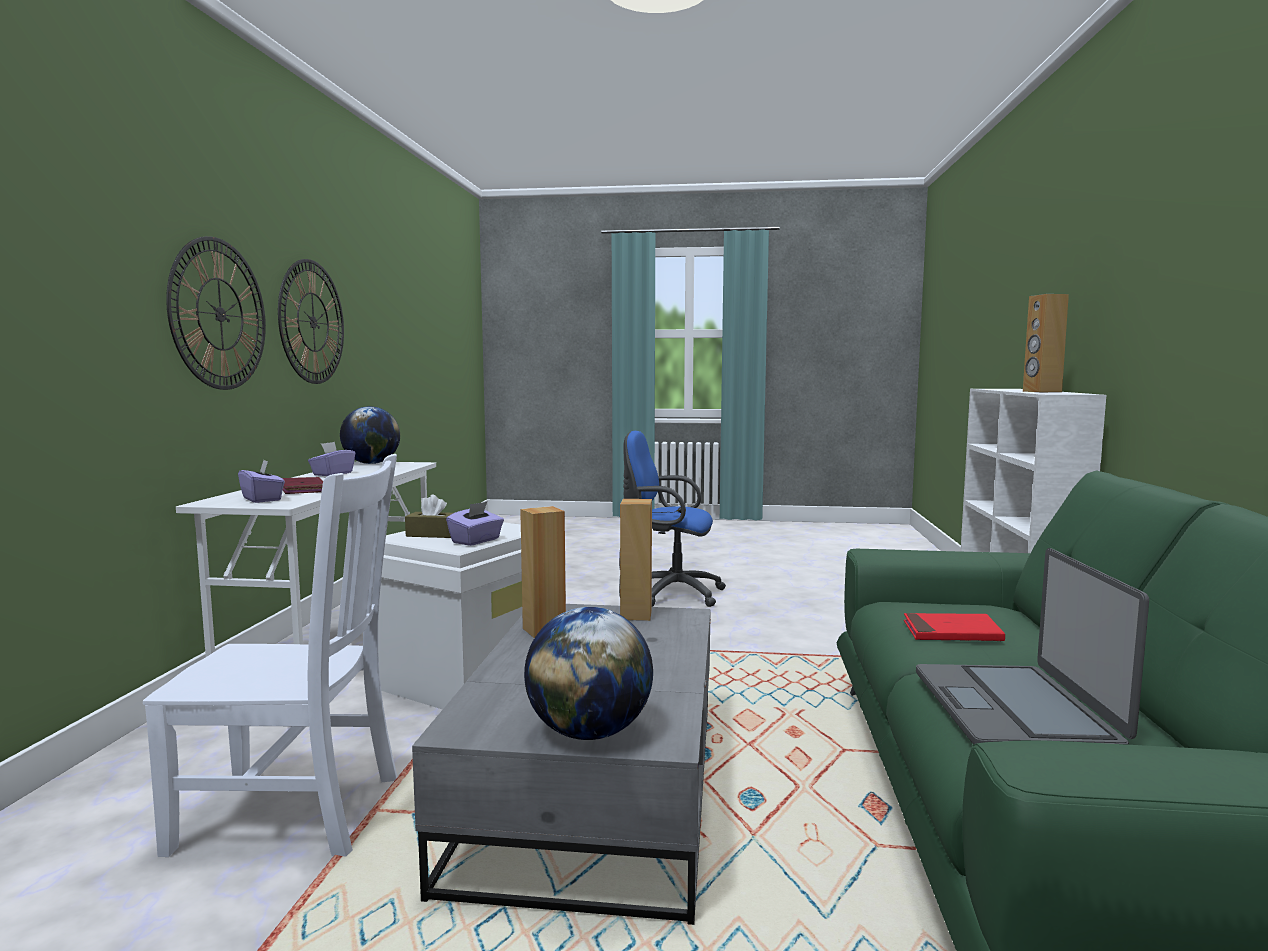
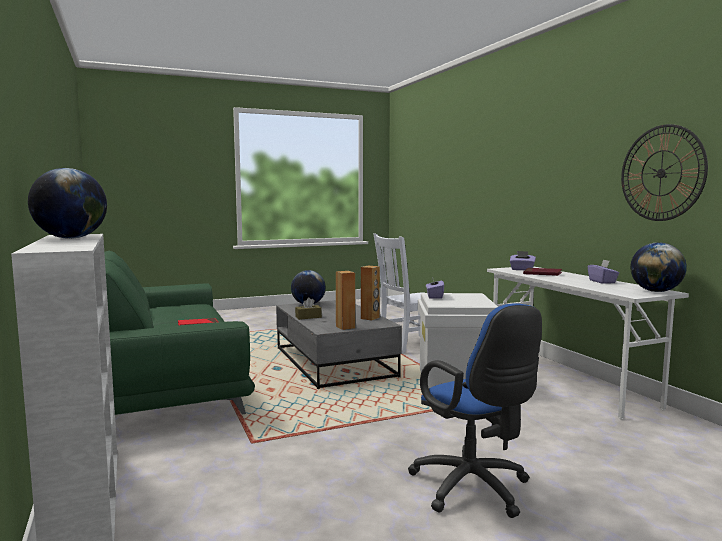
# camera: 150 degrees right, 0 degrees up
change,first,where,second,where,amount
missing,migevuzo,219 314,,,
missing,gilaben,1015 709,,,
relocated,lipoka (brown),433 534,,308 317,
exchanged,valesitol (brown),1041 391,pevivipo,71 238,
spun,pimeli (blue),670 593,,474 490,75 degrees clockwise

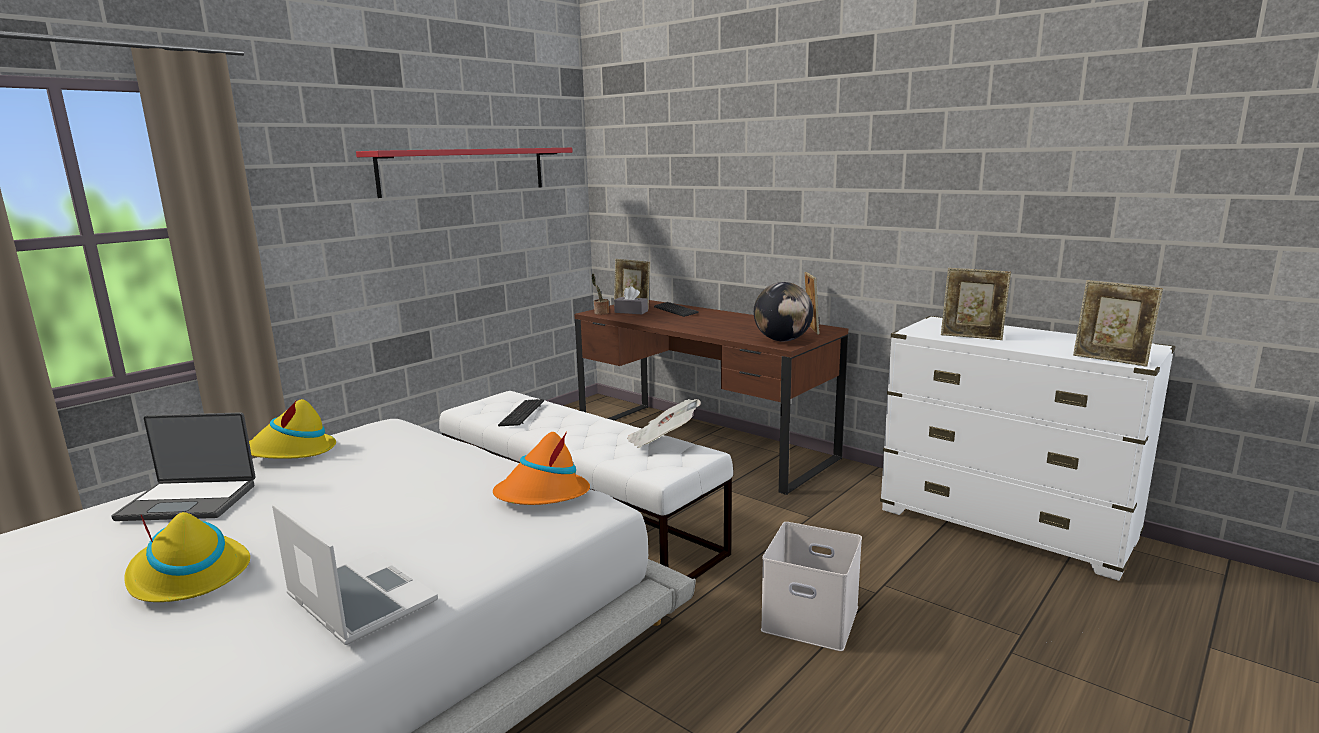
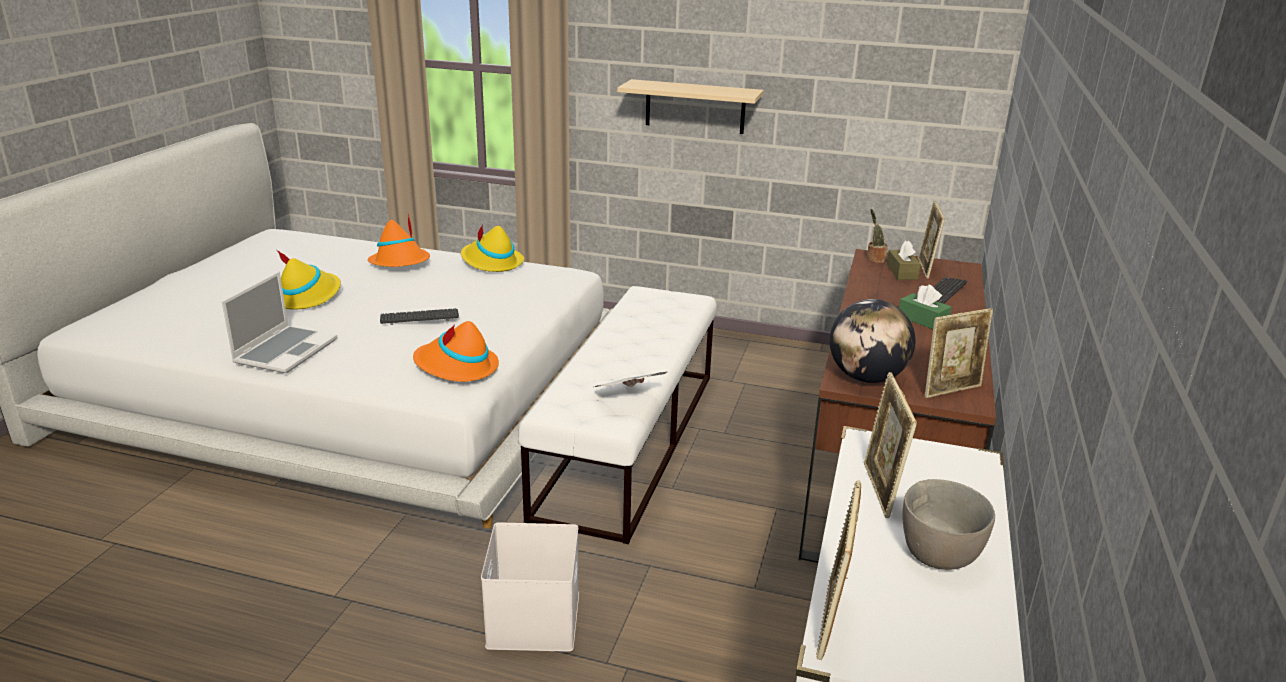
# camera: 65 degrees right, 10 degrees up
change,first,where,second,where,amount
missing,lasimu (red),465 171,,,
appeared,,,lasimu (beige),695 107,
appeared,,,lipoka (green),922 320,
appeared,,,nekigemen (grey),938 555,
relocated,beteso,522 414,,419 318,
exchanged,gilaben,190 501,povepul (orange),401 263,
colour,lipoka (grey),631 312,lipoka (brown),902 272,

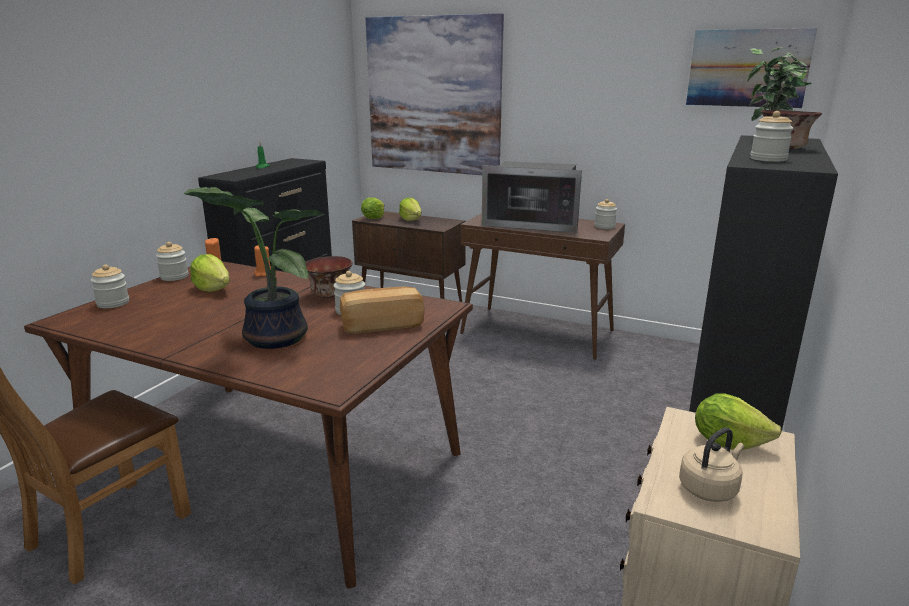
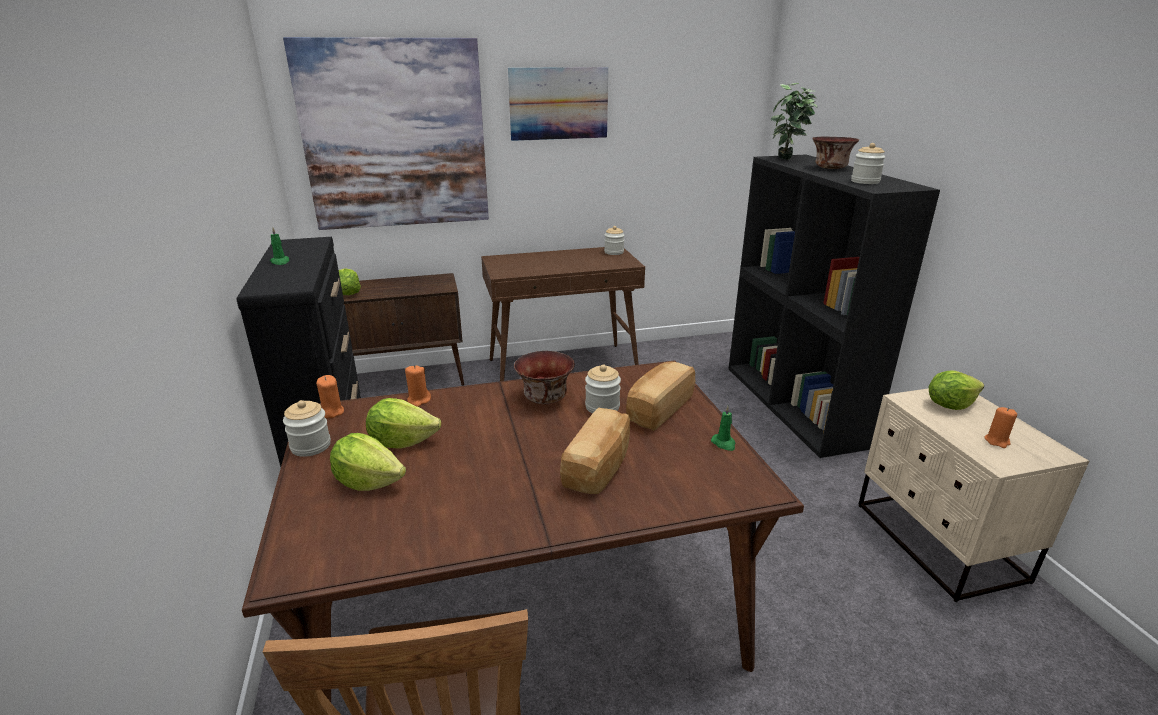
# camera: 40 degrees left, 5 degrees up
change,first,where,second,where,amount
missing,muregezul,113 303,,,
missing,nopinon,533 223,,,
appeared,,,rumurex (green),724 443,
relocated,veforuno,411 220,,368 481,
relocated,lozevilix,748 68,,559 103,
exchanged,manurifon,271 338,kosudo,599 467,
exchanged,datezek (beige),709 488,rumurex (orange),997 441,

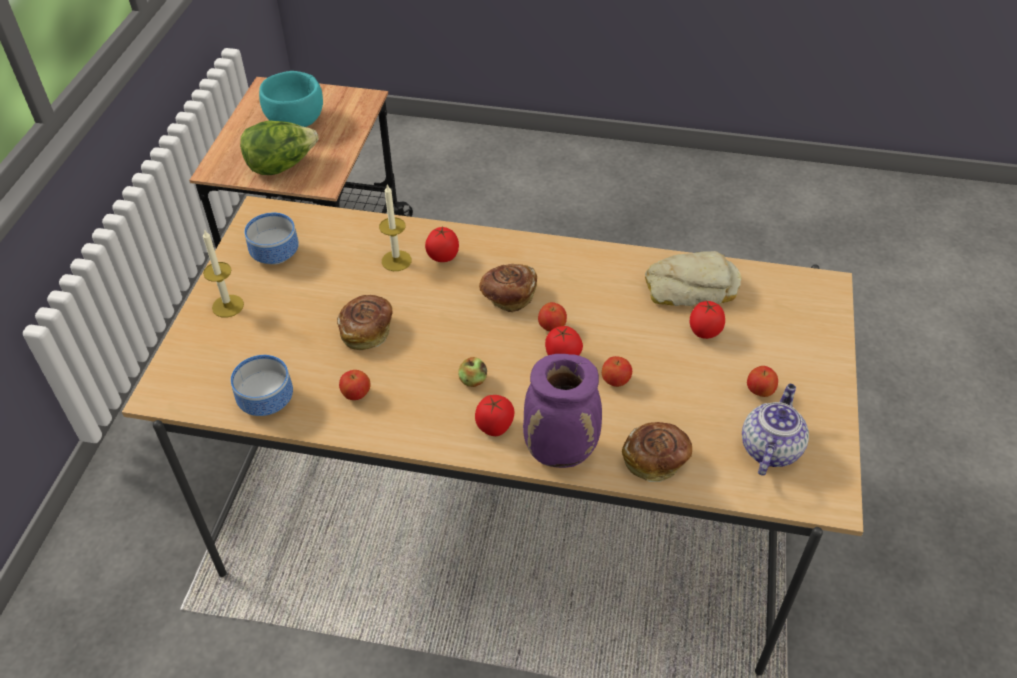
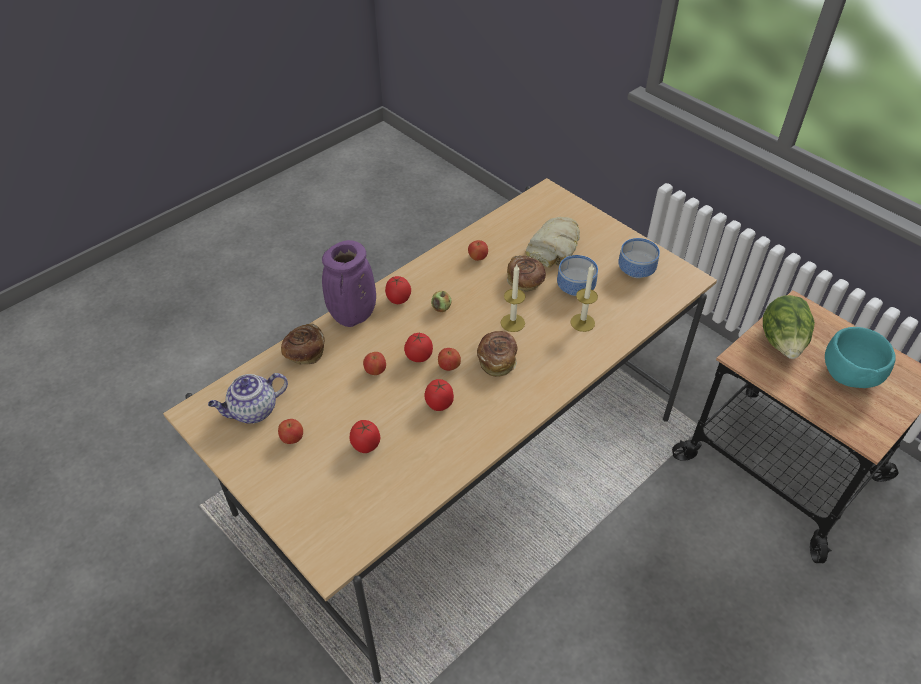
# camera: 125 degrees right, 0 degrees up
change,first,where,second,where,amount
relocated,rumurex,228 306,,512 323,
relocated,nekigemen,265 403,,574 287,
relocated,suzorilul,442 257,,439 404,
relocated,kosudo,690 287,,554 247,
spun,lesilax,769 448,,253 411,90 degrees clockwise

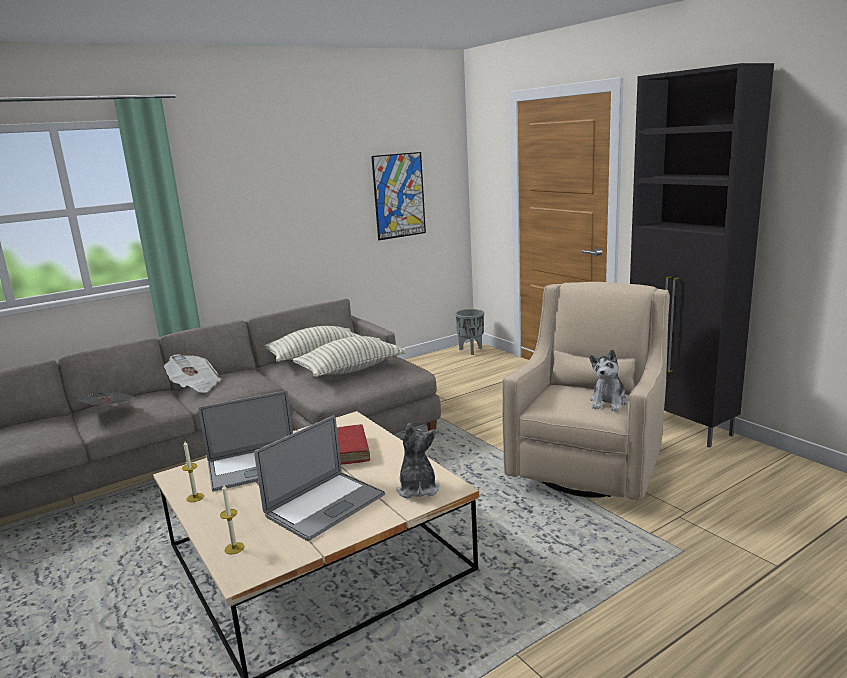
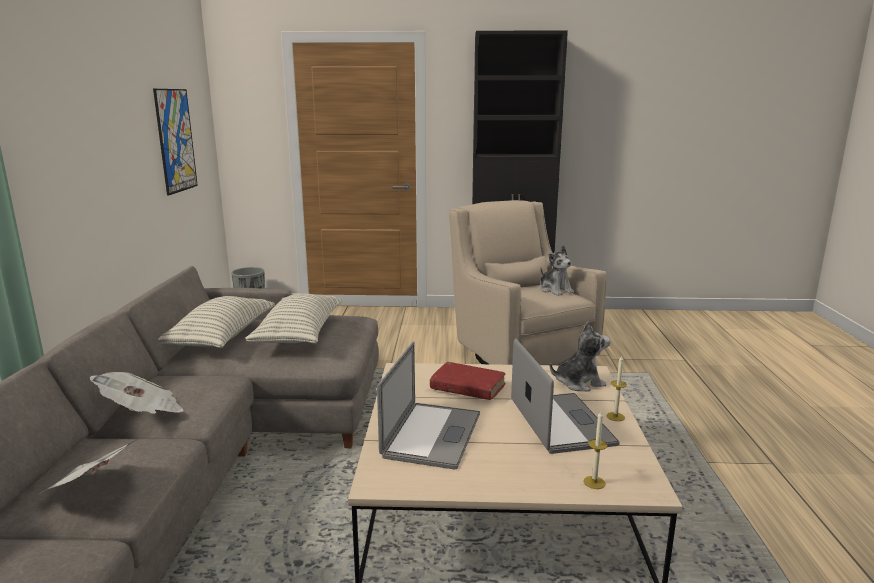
# camera: 55 degrees left, 0 degrees up
change,first,where,second,where,amount
relocated,rumurex,195 497,,615 416,
spun,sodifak,417 489,,578 383,135 degrees clockwise

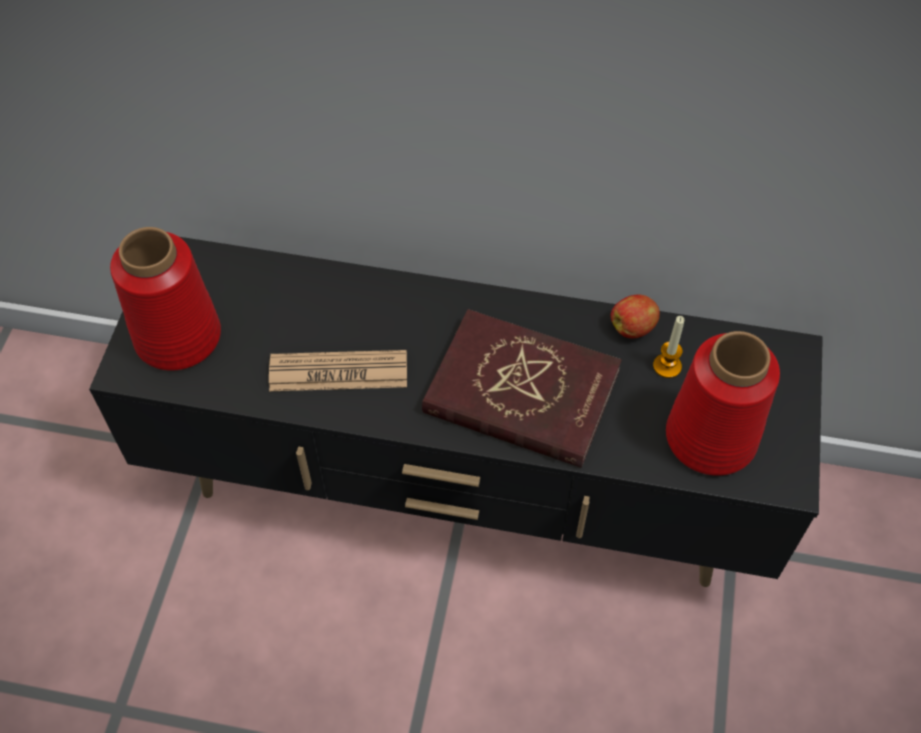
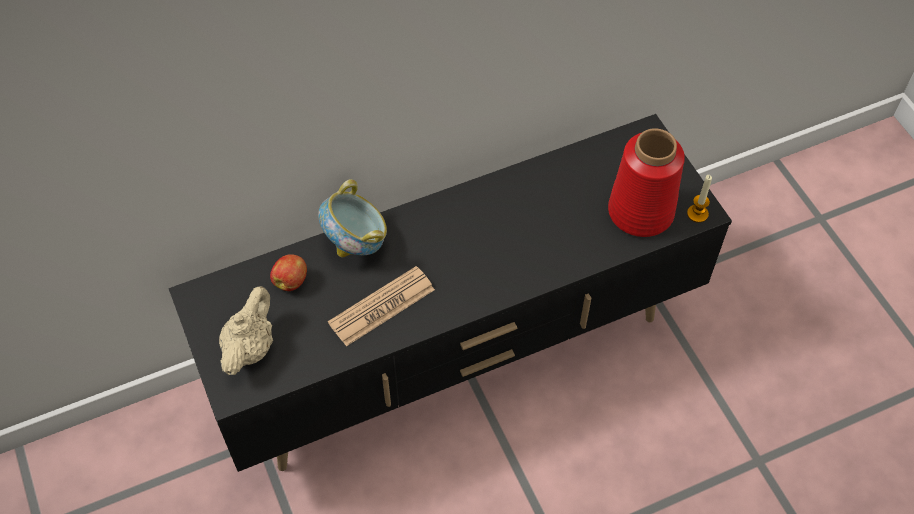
# camera: 35 degrees left, 0 degrees up
change,first,where,second,where,amount
missing,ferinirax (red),521 393,,,
appeared,,,nekigemen,356 243,
relocated,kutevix,633 328,,291 281,
relocated,rumurex,667 366,,697 214,
exchanged,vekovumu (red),179 336,lesilax (beige),250 347,

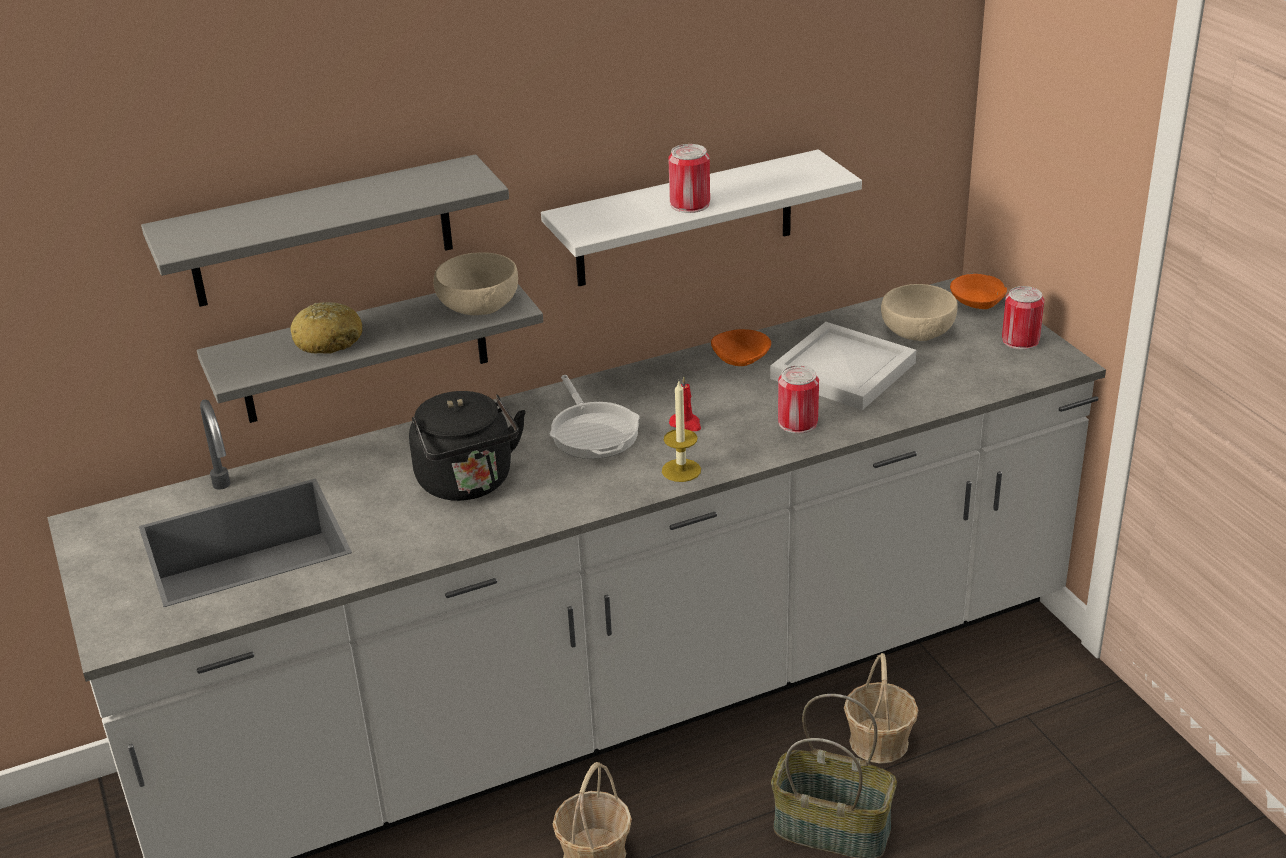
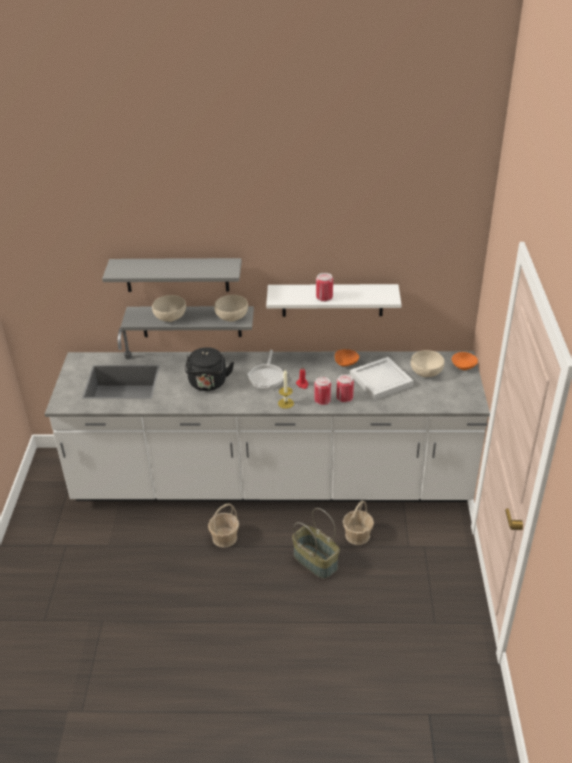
# camera: 25 degrees right, 5 degrees up
change,first,where,second,where,amount
relocated,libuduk,1020 340,,322 400,
exchanged,kosudo,328 341,nekigemen (beige),170 316,

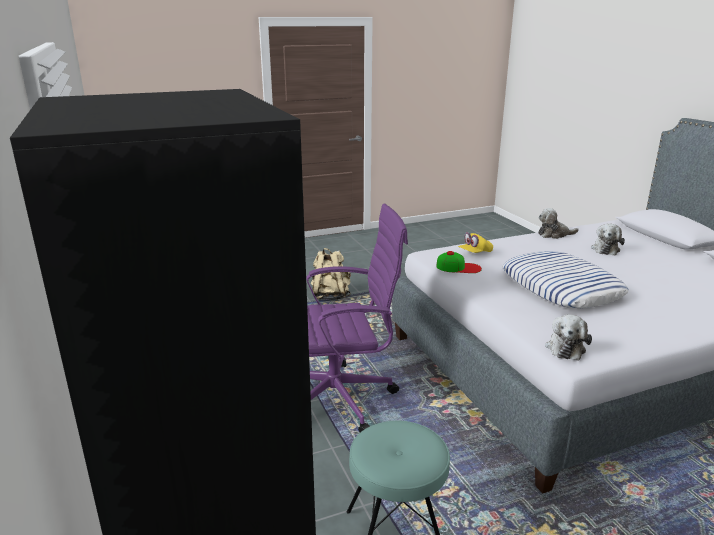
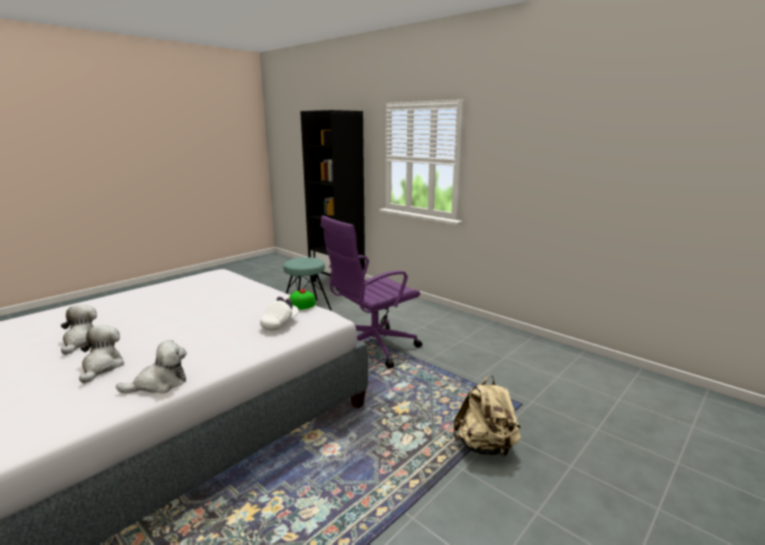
# camera: 155 degrees right, 5 degrees down
change,first,where,second,where,amount
missing,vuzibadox,561 287,,,
relocated,sodifak,565 347,,81 342,
colour,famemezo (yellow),475 253,famemezo (white),280 323,

